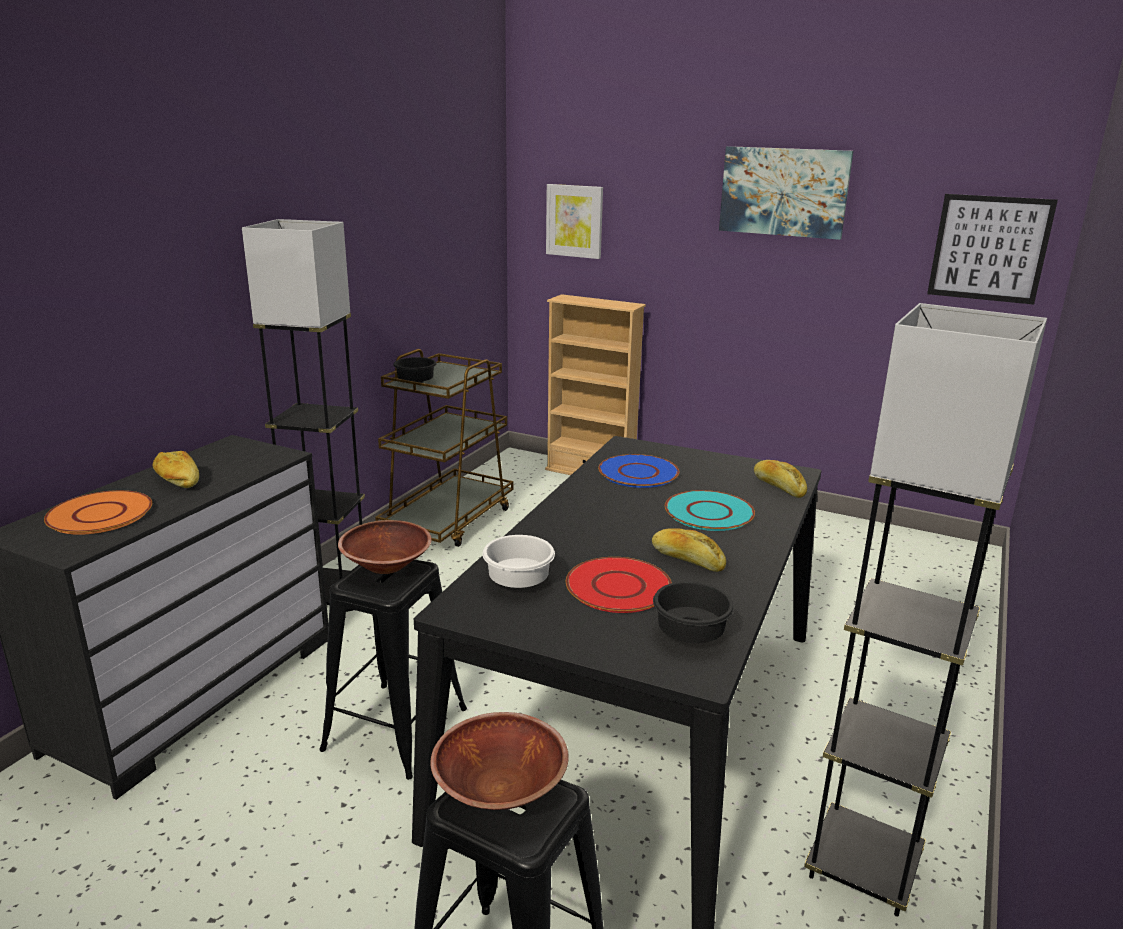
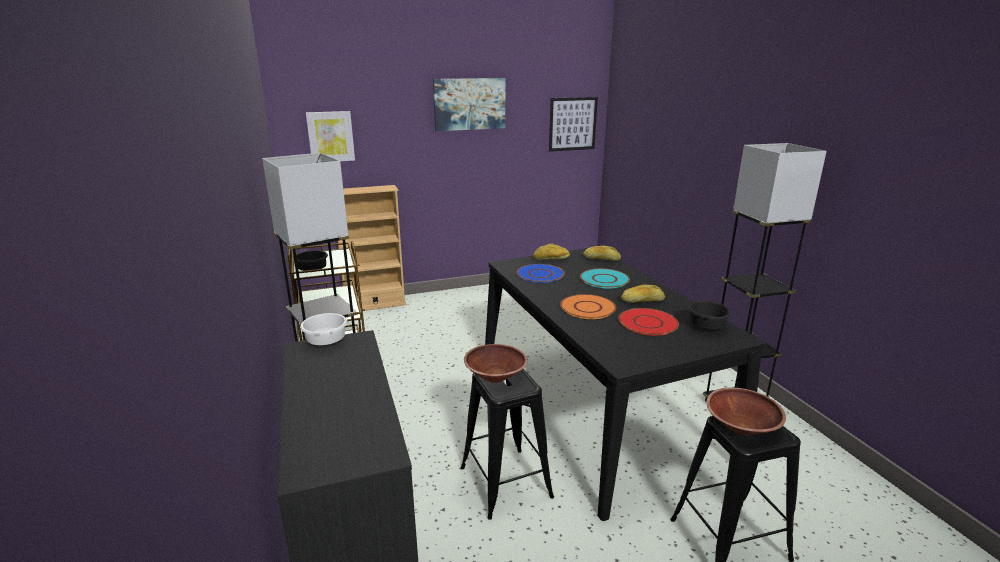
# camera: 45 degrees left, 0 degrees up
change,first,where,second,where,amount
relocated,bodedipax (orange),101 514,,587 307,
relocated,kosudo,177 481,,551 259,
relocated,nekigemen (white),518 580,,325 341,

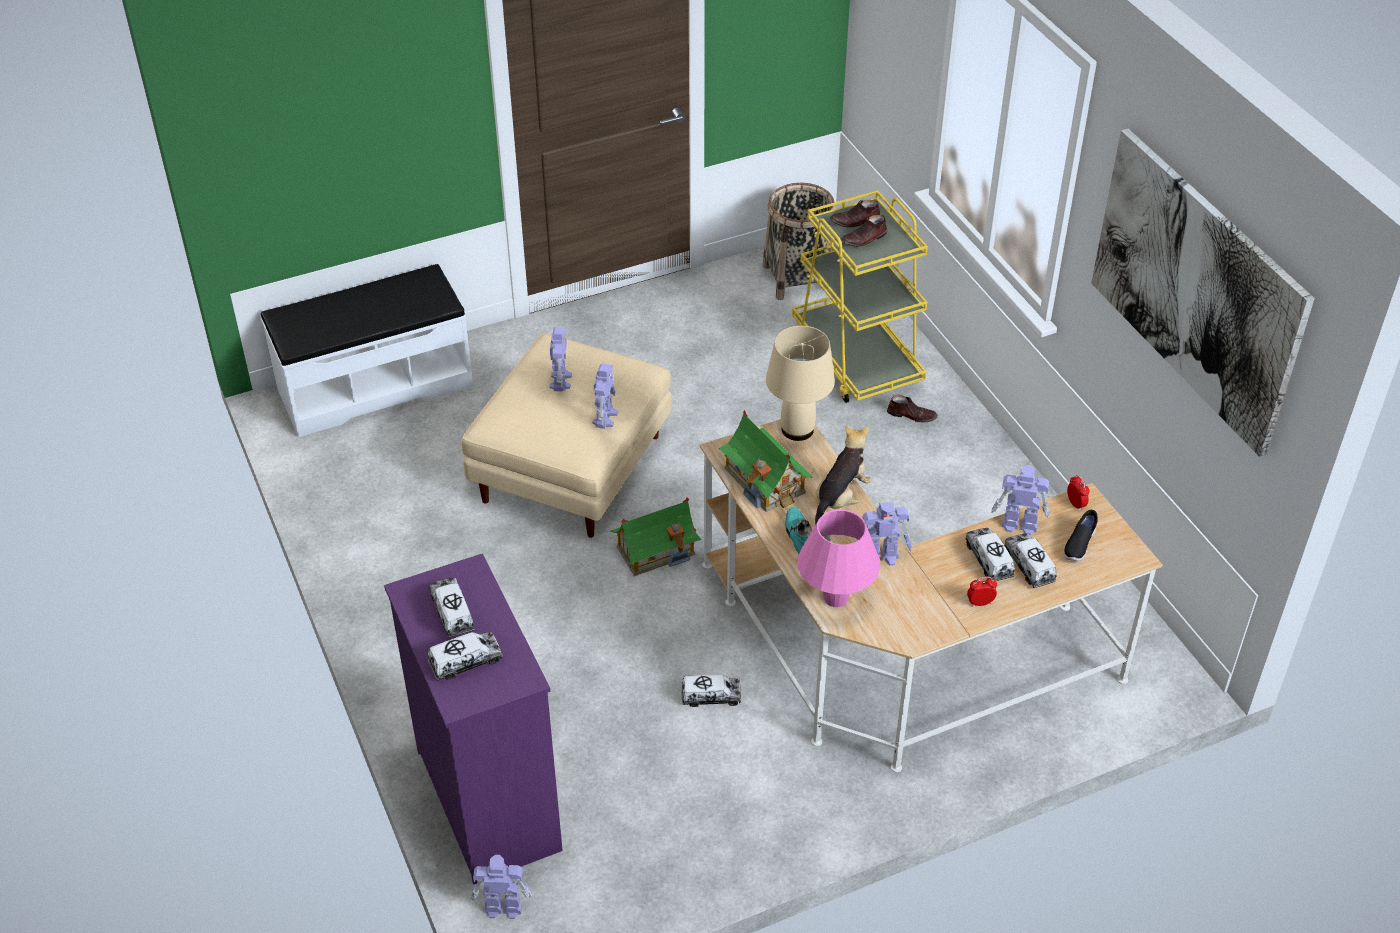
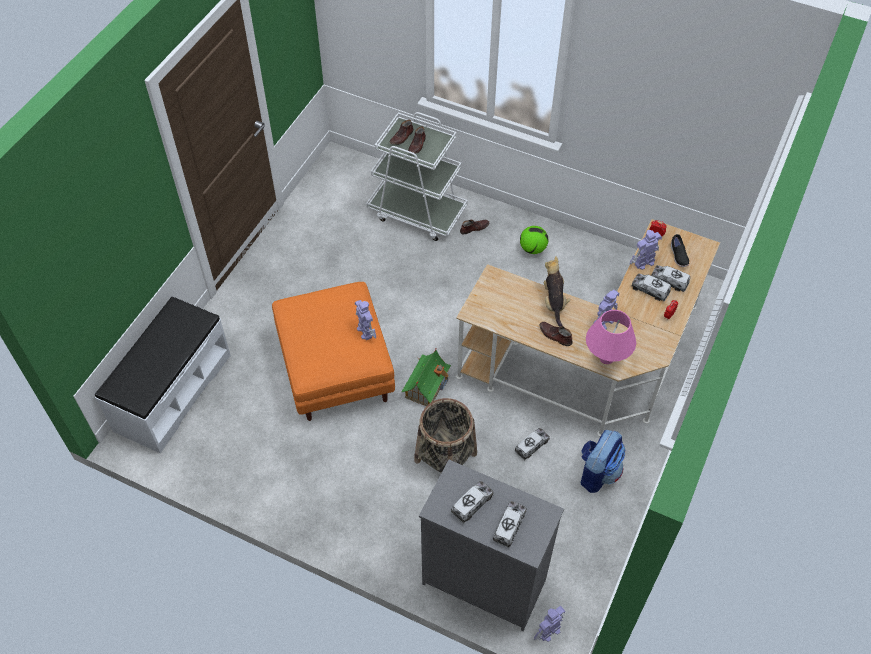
# camera: 40 degrees left, 10 degrees up
change,first,where,second,where,amount
missing,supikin,560 380,,,
missing,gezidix,765 480,,,
missing,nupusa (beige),796 429,,,
missing,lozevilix,1196 288,,,
appeared,,,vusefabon,533 249,
appeared,,,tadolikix,597 472,
relocated,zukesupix,798 278,,445 457,
colour,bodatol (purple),489 798,bodatol (grey),483 580,
colour,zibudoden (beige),572 466,zibudoden (orange),335 367,
colour,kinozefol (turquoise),798 534,kinozefol (brown),555 336,
colour,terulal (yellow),856 359,terulal (white),417 212,
spun,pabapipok,452 613,,472 504,105 degrees clockwise

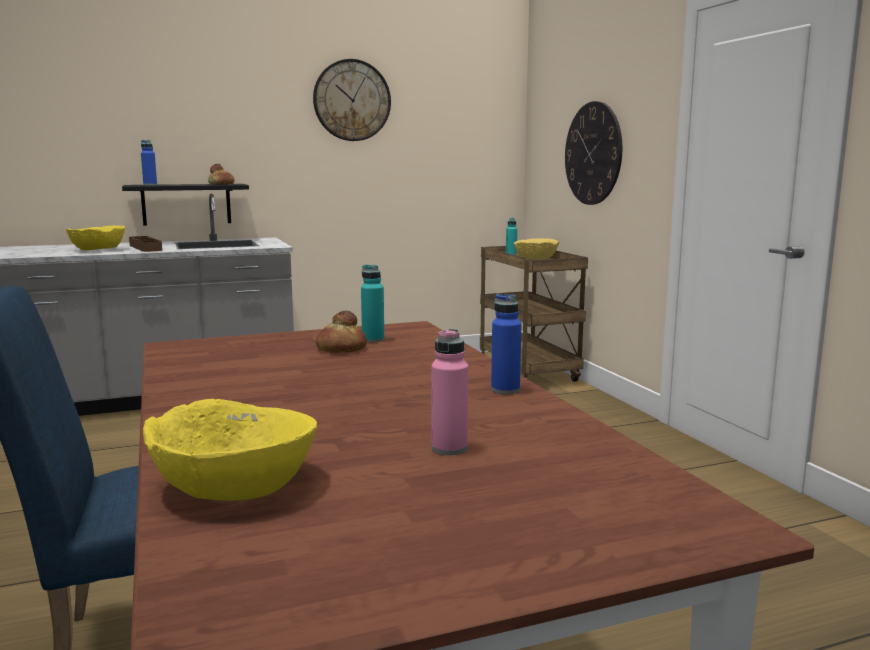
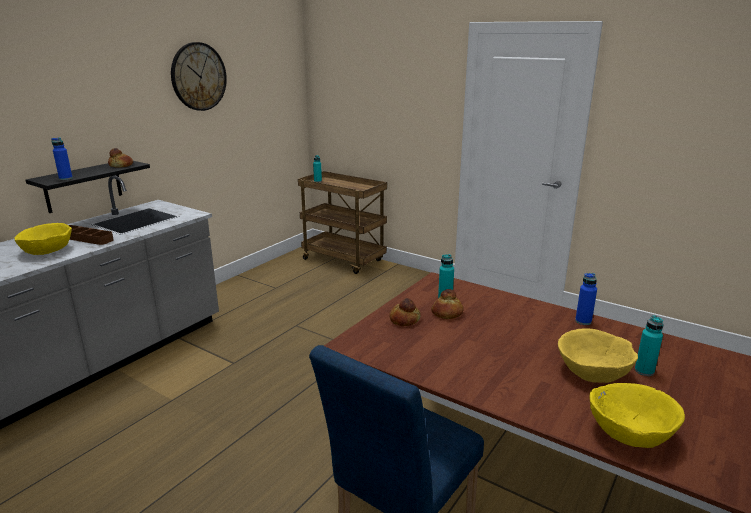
# camera: 35 degrees left, 10 degrees up
change,first,where,second,where,amount
missing,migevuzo,593 153,,,
appeared,,,kosudo,404 319,
relocated,nekigemen (yellow),535 259,,592 372,
colour,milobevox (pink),449 448,milobevox (turquoise),644 371,

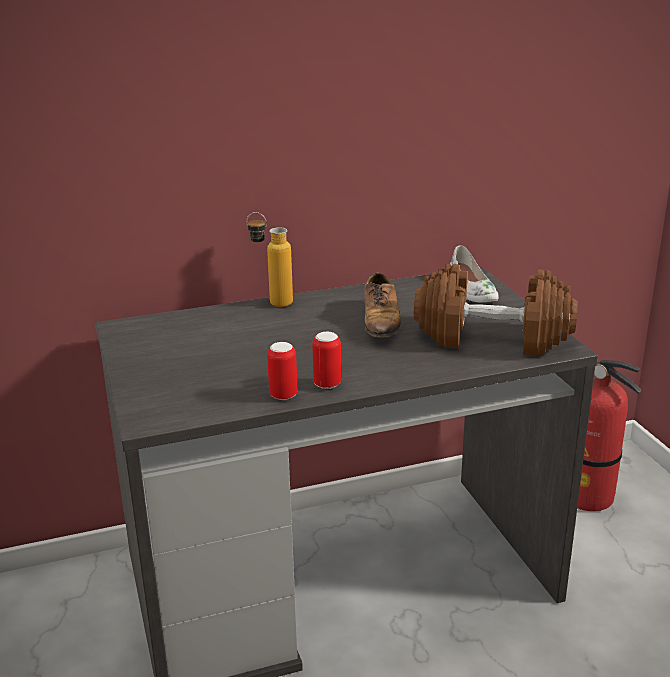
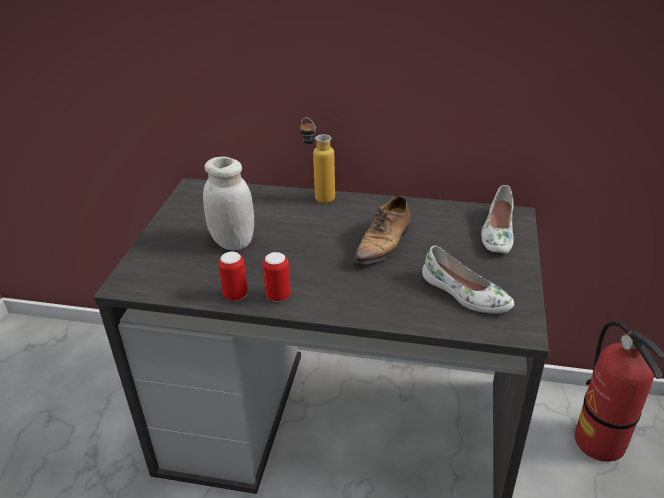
# camera: 30 degrees right, 10 degrees up
change,first,where,second,where,amount
appeared,,,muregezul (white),233 242,
exchanged,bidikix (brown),493 337,kinozefol (white),464 294,

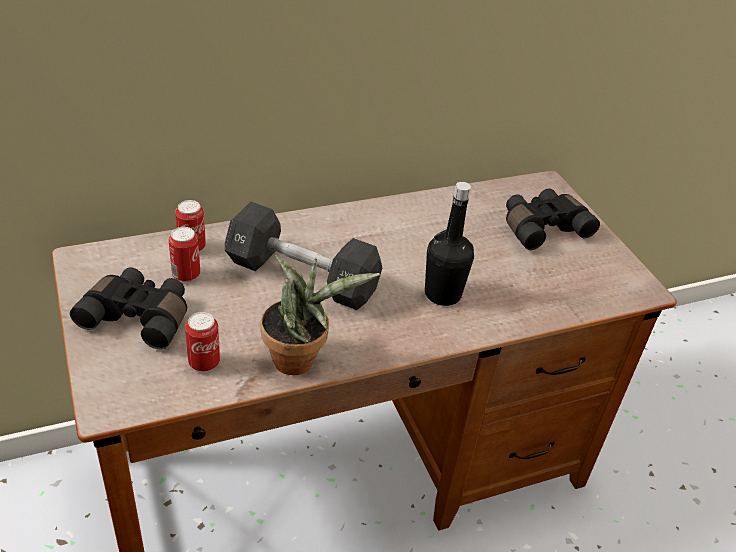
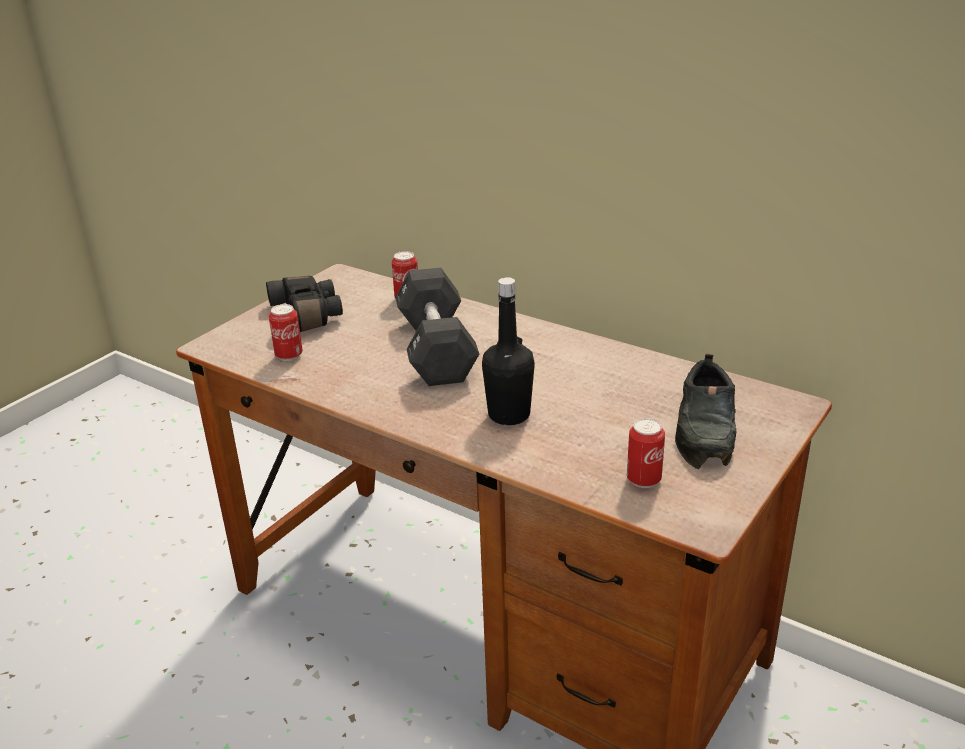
# camera: 60 degrees right, 10 degrees down
change,first,where,second,where,amount
missing,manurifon,299 358,,,
relocated,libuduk,186 275,,643 480,
exchanged,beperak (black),542 227,kinozefol (black),706 428,

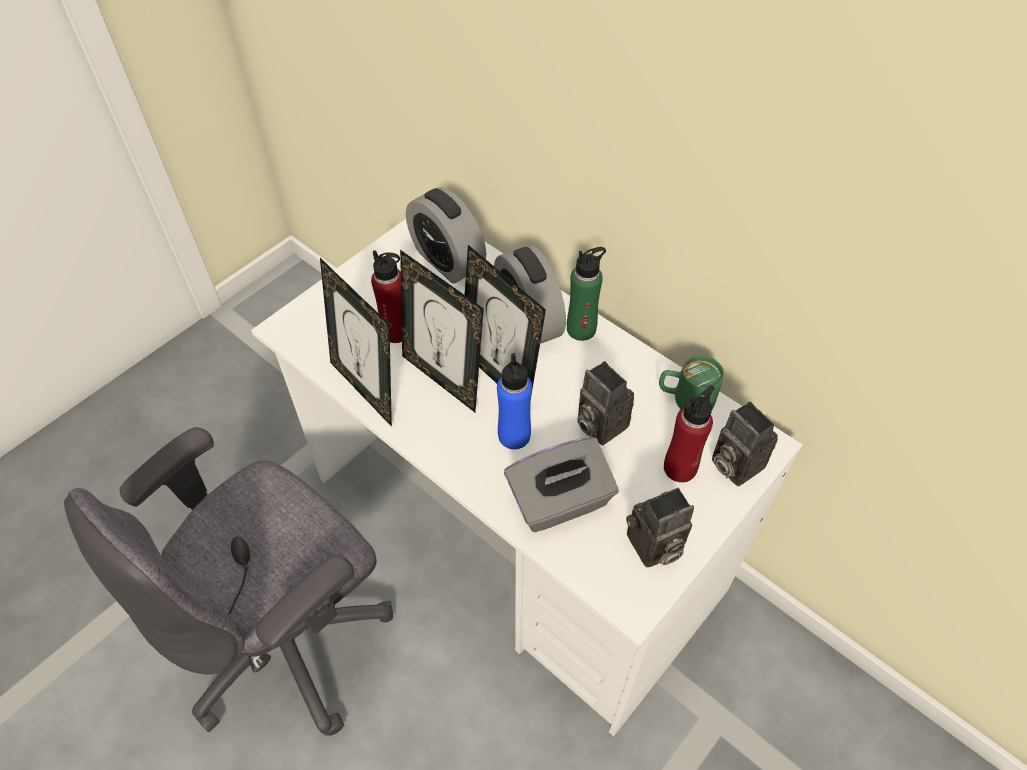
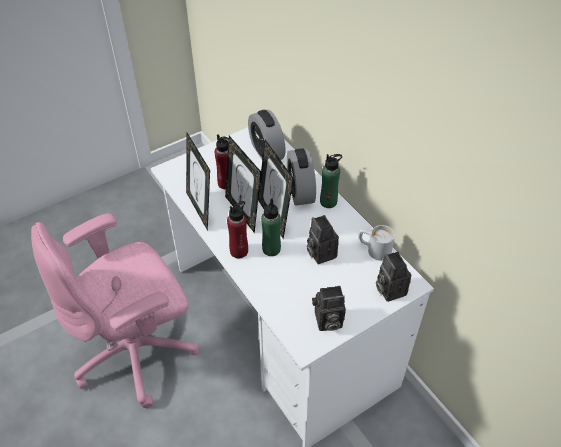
# camera: 15 degrees right, 5 degrees down
change,first,where,second,where,amount
missing,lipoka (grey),560 502,,,
relocated,milobevox (red),680 468,,239 251,
colour,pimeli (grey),291 639,pimeli (pink),138 352,
colour,milobevox (blue),514 436,milobevox (green),271 249,
colour,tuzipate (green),685 398,tuzipate (white),374 250,

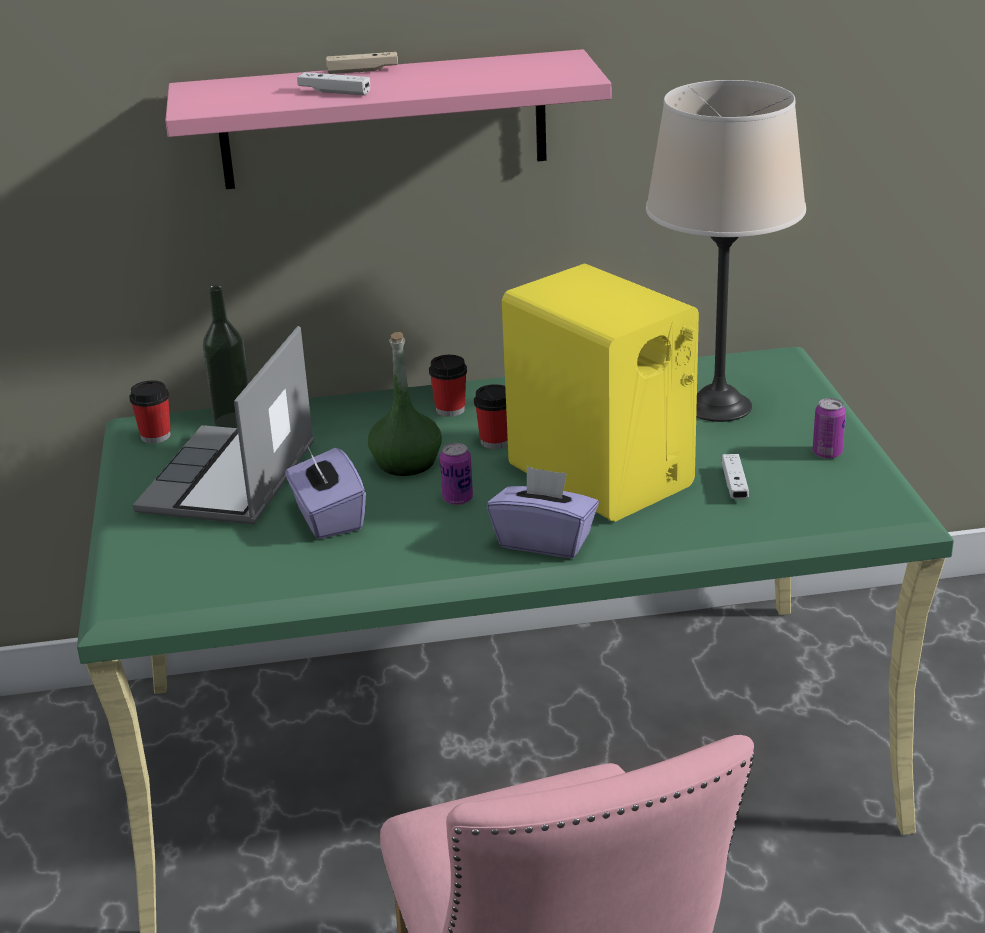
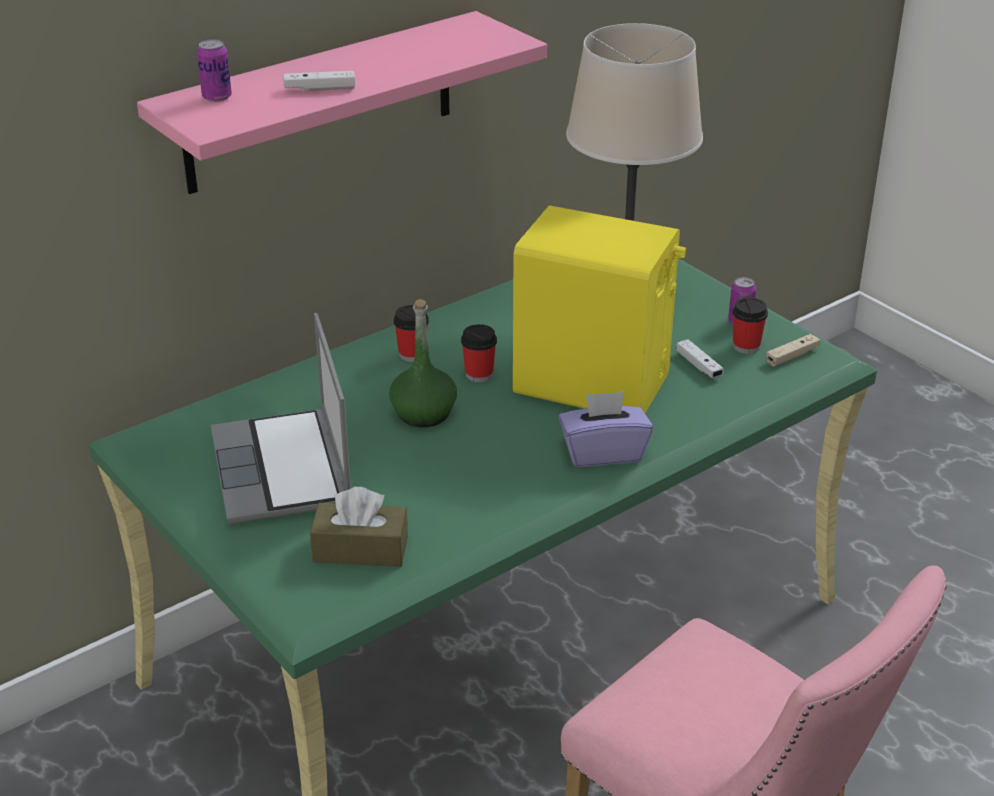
# camera: 30 degrees left, 5 degrees up
change,first,where,second,where,amount
missing,milobevox,233 421,,,
missing,lipoka (purple),328 518,,,
appeared,,,lipoka (brown),360 549,
relocated,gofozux,155 436,,746 346,
relocated,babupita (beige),362 71,,792 356,
relocated,libuduk,457 499,,217 97,

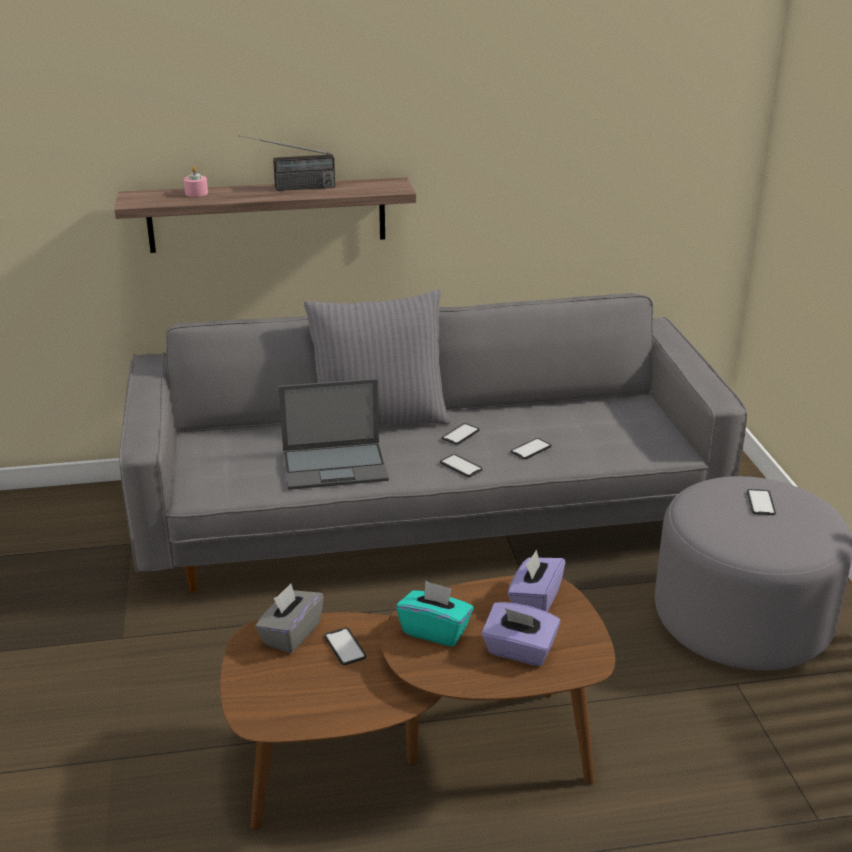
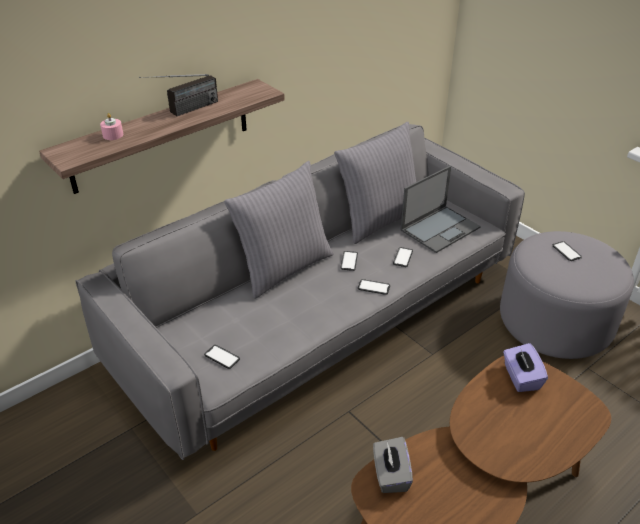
# camera: 30 degrees left, 10 degrees up
change,first,where,second,where,amount
missing,lipoka (turquoise),435 631,,,
missing,lipoka (purple),519 651,,,
appeared,,,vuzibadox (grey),379 219,
relocated,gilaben,336 466,,440 228,
relocated,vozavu,345 647,,222 357,

